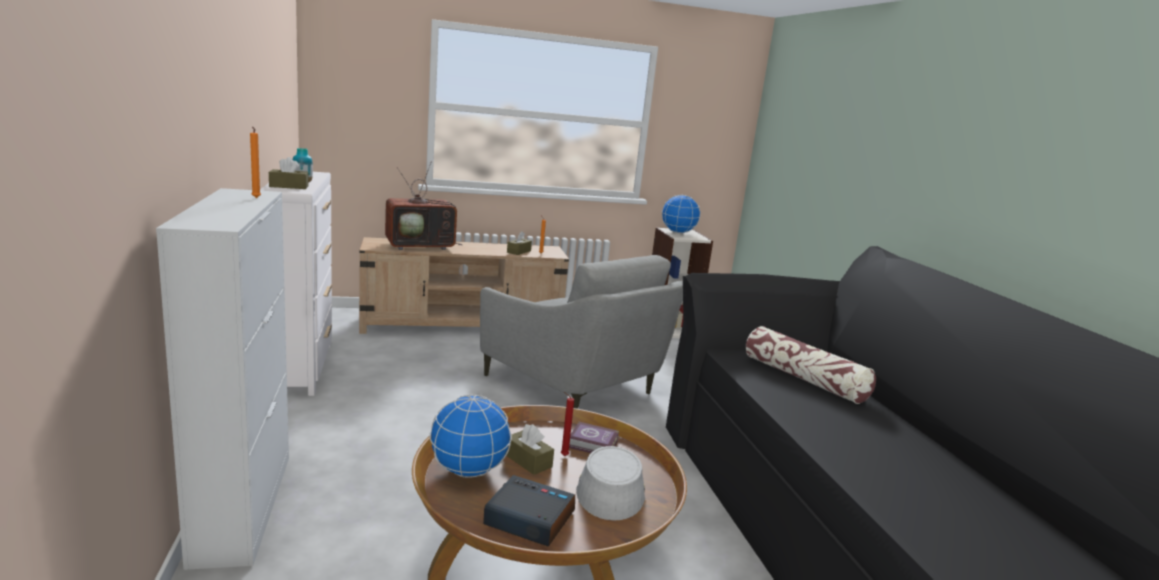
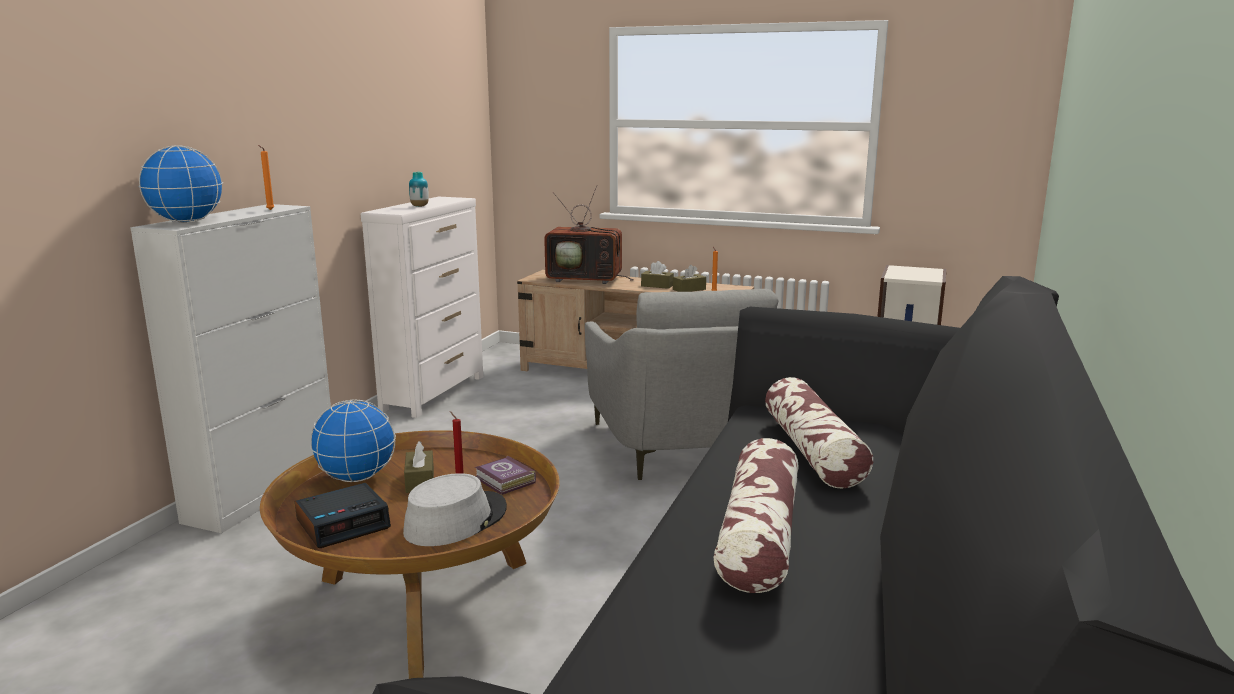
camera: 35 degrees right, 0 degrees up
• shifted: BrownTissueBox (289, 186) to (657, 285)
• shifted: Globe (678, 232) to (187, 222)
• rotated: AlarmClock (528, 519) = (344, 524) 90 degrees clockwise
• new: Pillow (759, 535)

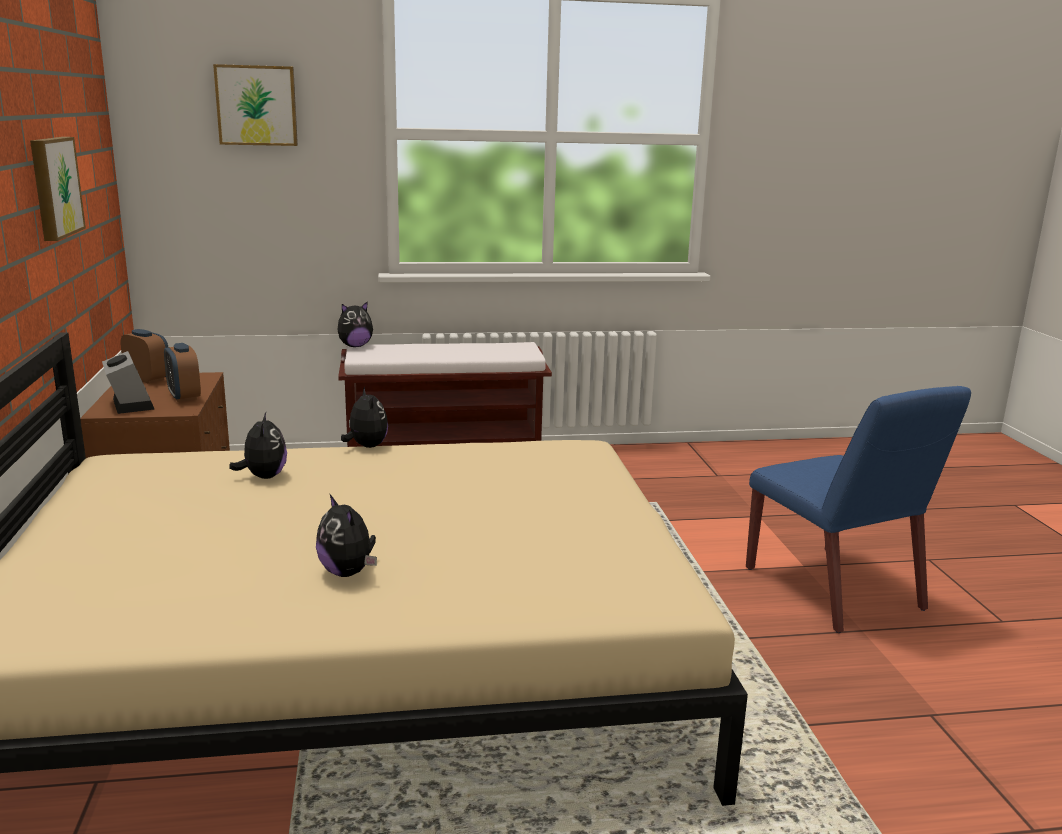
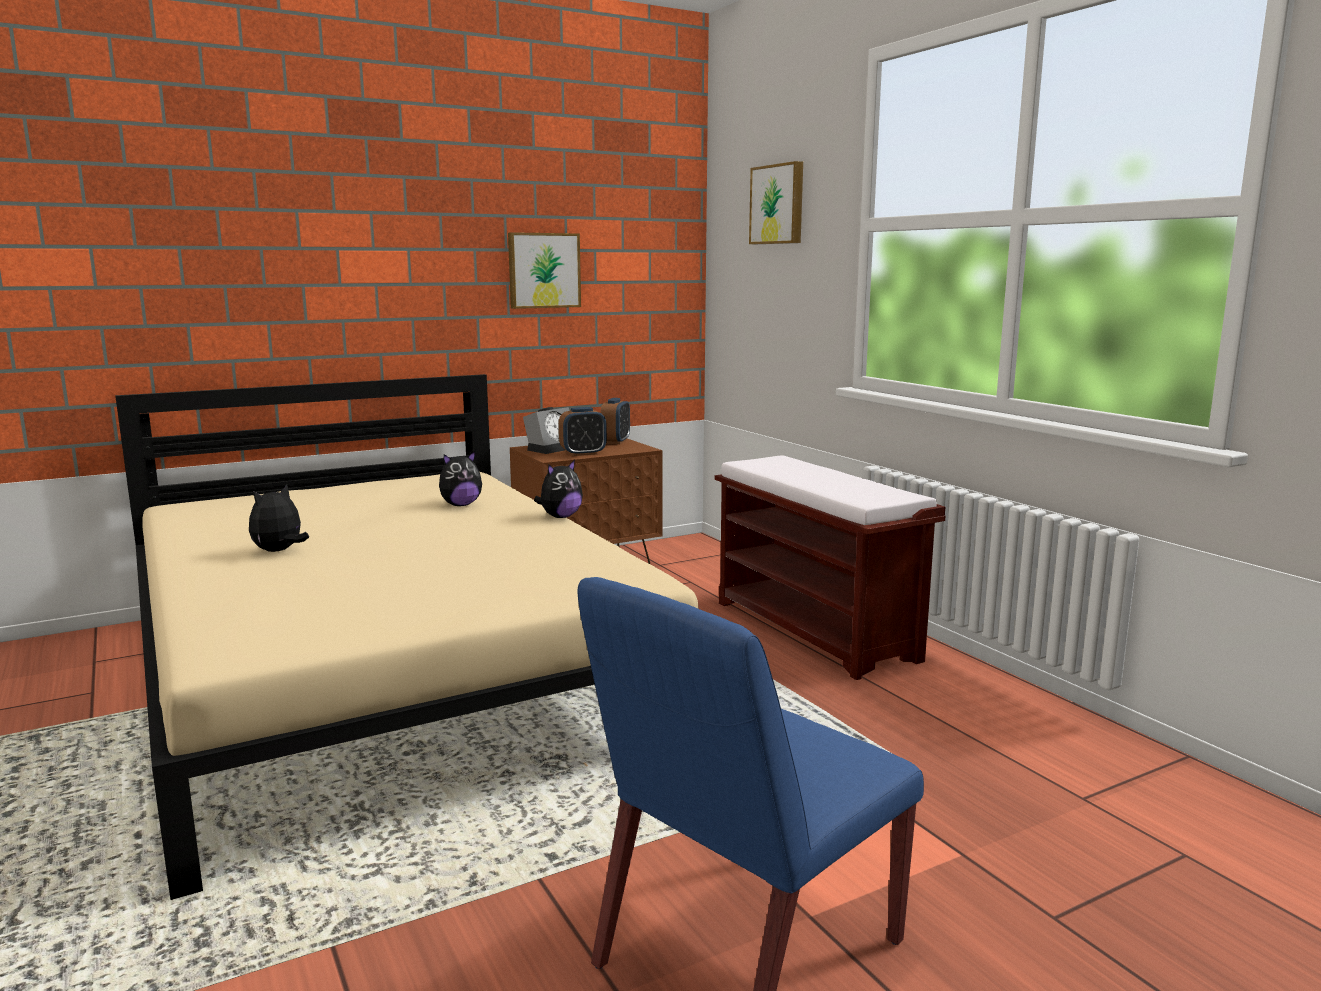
camera: 70 degrees right, 5 degrees down
• gone: PlushToy (355, 346)
• rotated: AlarmClock (184, 397) = (583, 453) 150 degrees counterclockwise

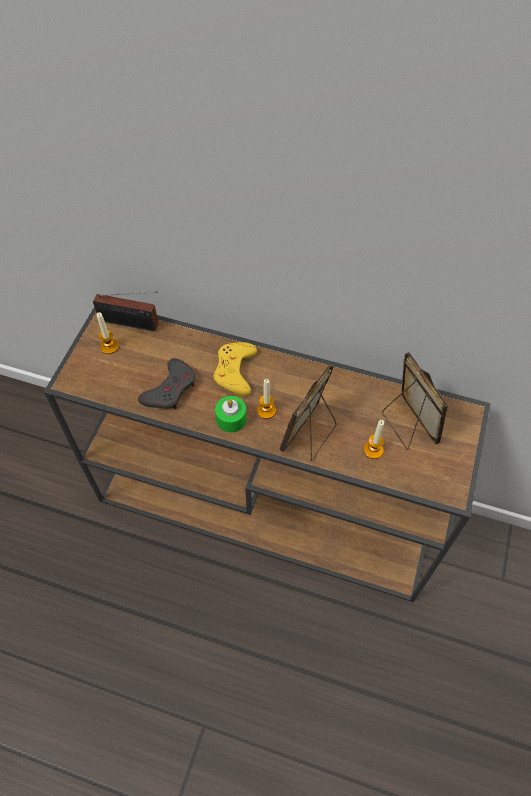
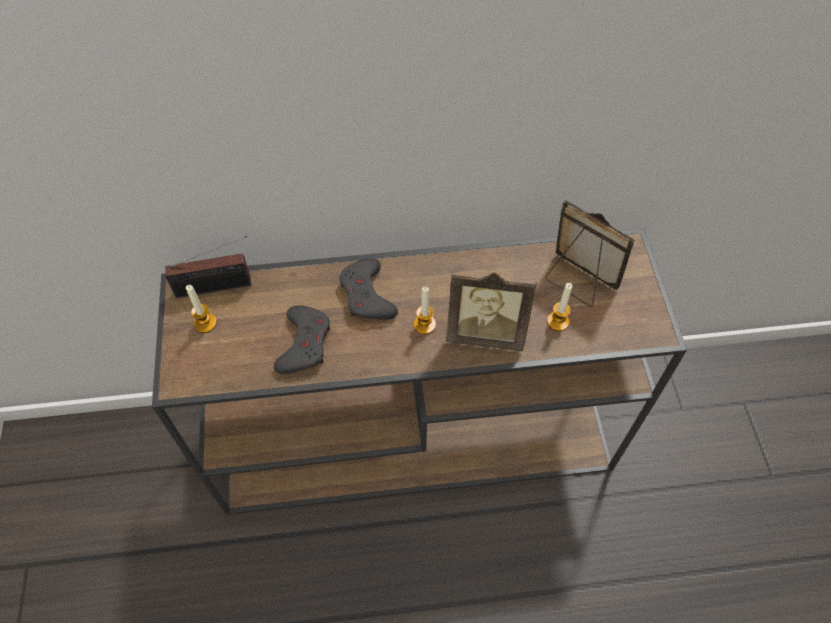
camera: 25 degrees left, 0 degrees up
• repainted: YellowGameController (235, 371) to GreyGameController (367, 295)
• rotated: PictureFrame (310, 435) = (485, 332) 90 degrees counterclockwise
• gone: GreenCandle (231, 419)

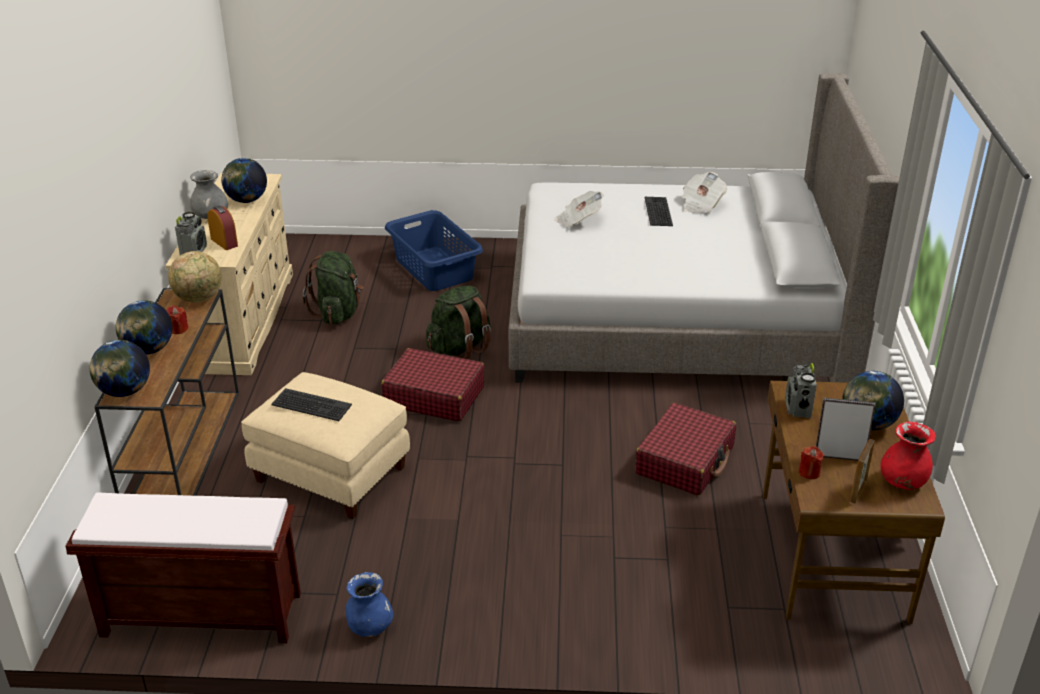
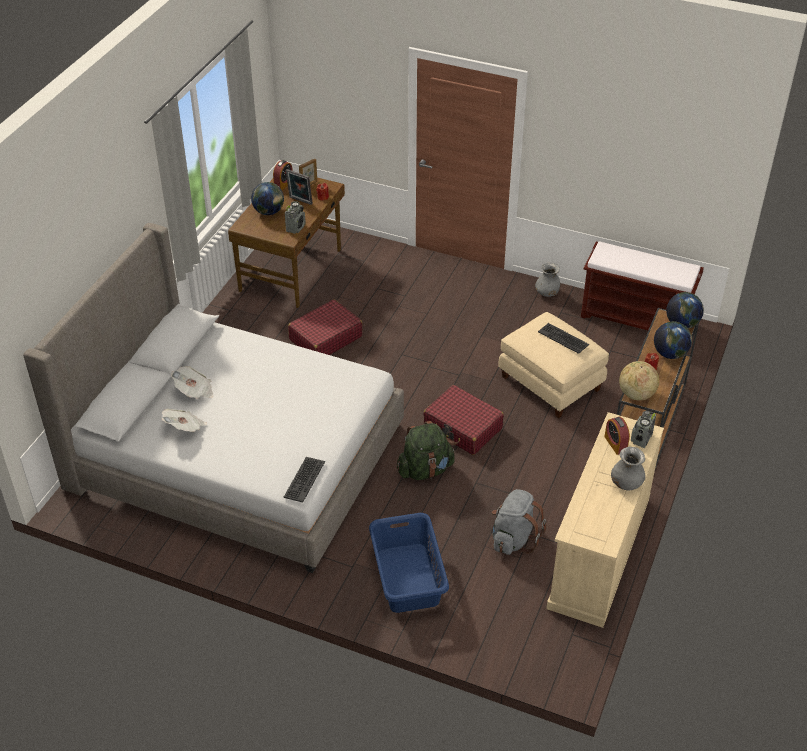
camera: 160 degrees left, 10 degrees up
• gone: Globe (247, 200)
• shifted: Newspaper (578, 220) to (194, 391)
• shifted: Keyboard (658, 212) to (304, 479)
• repainted: GreenBackpack (338, 313) to GreyBackpack (513, 539)
• swapped: RedVase (902, 482) to AlarmClock (283, 184)
• repainted: BlueVase (369, 627) to GreyVase (547, 293)

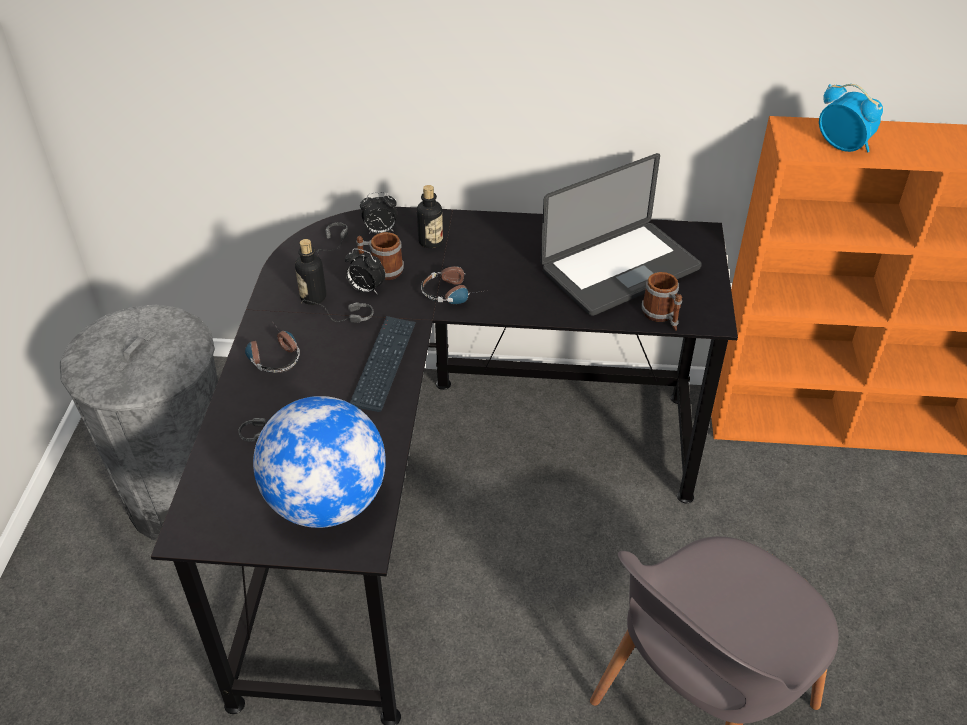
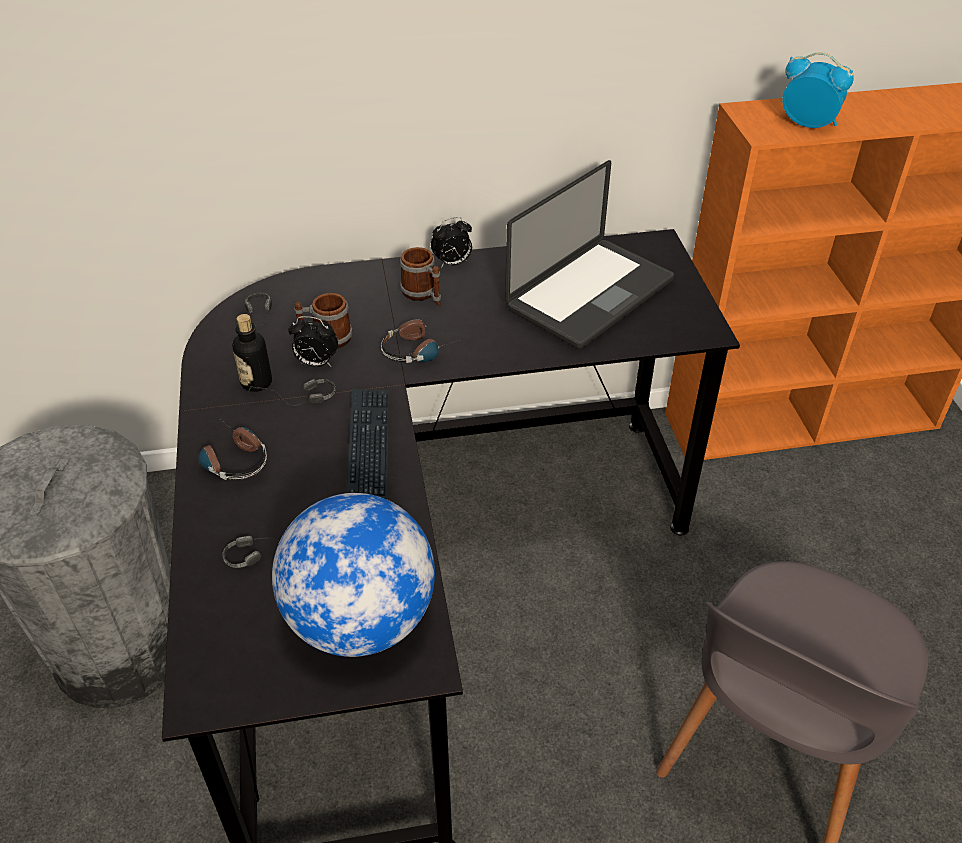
camera: 15 degrees left, 0 degrees up
• gone: Bottle (430, 241)
• shifted: AlarmClock (380, 232) to (452, 263)
• shifted: Mug (662, 316) to (423, 295)

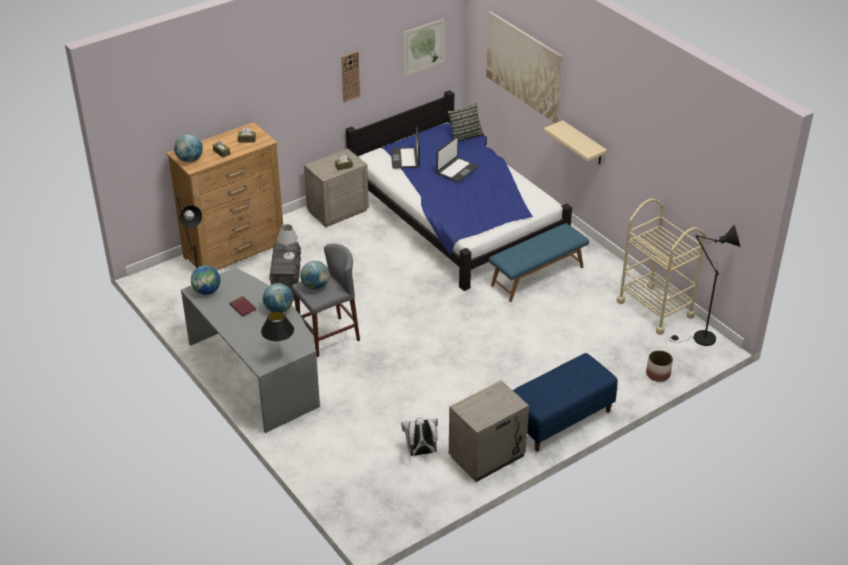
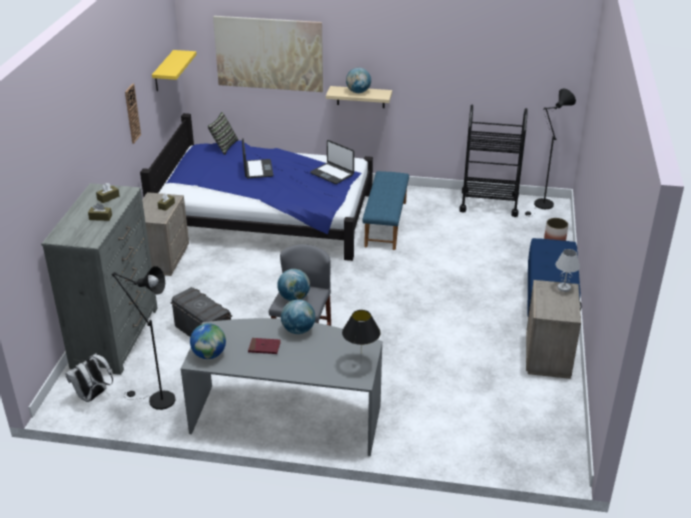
camera: 45 degrees left, 5 degrees down
• swapped: Picture (424, 47) to YellowShelf (163, 71)
• repainted: BrownDresser (235, 252) to GreyDresser (116, 337)
• shifted: Laptop (405, 158) to (332, 174)
• shifted: Globe (190, 160) to (358, 92)
• repainted: BeigeCart (655, 309) to BlackCart (489, 203)
• shifted: WhiteTableLamp (289, 256) to (563, 288)
• shifted: WhiteBackpack (421, 452) to (93, 396)

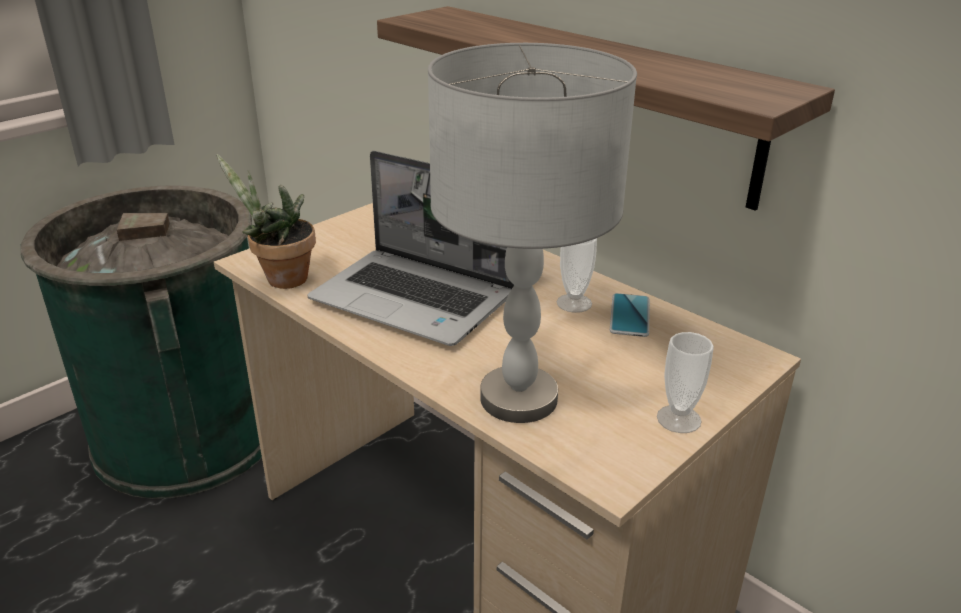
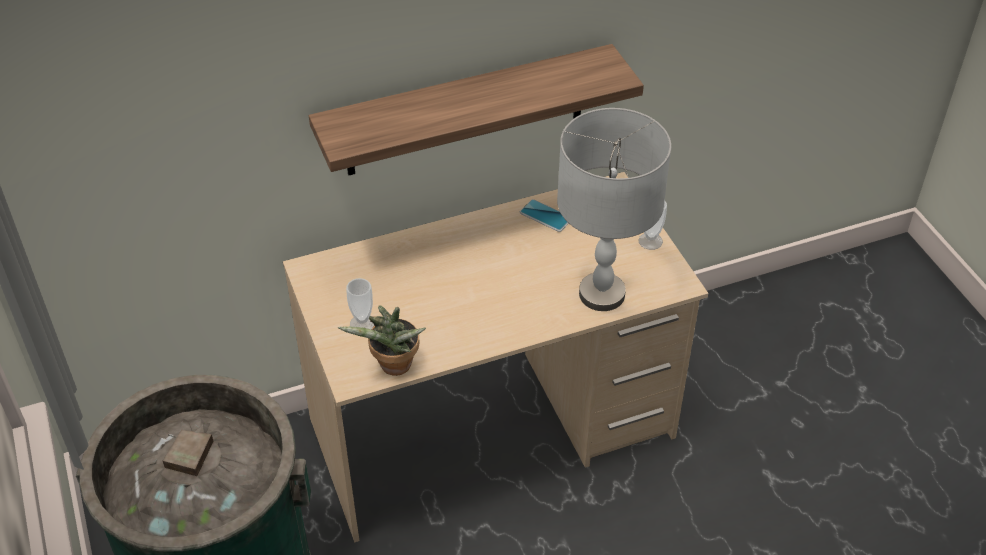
camera: 65 degrees left, 15 degrees up
• gone: Laptop (416, 299)
• shifted: Cup (574, 303) to (362, 324)

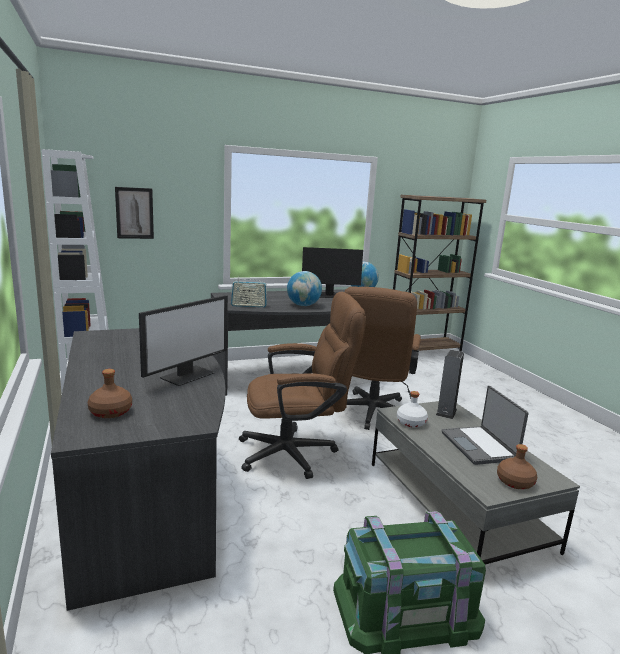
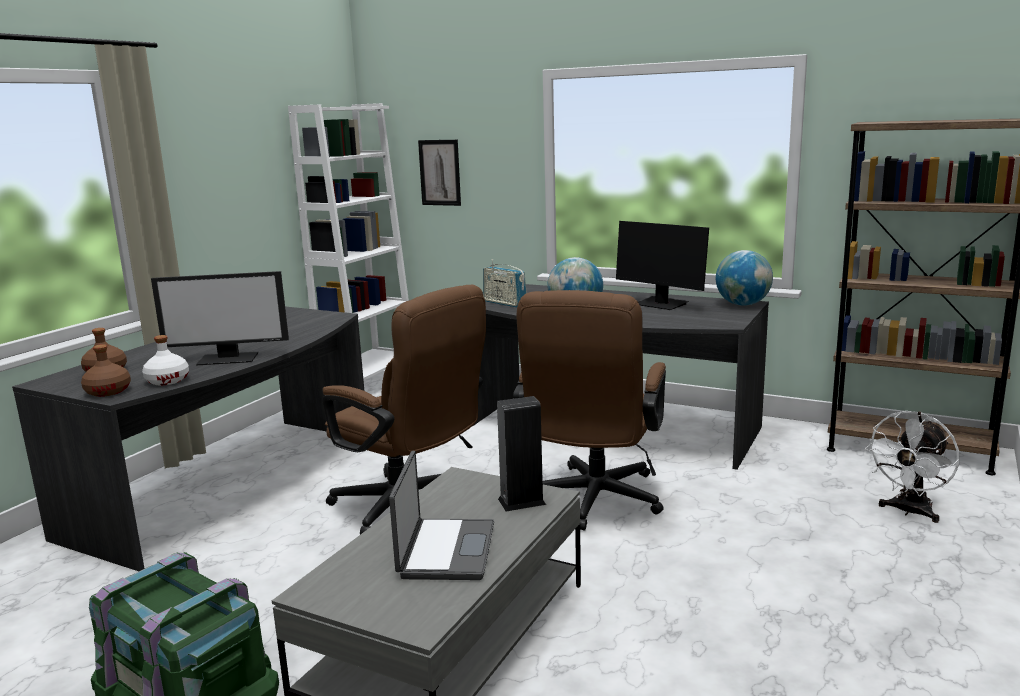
camera: 50 degrees right, 0 degrees up
• rotated: BrownOfficeChair (370, 414) = (593, 503) 45 degrees counterclockwise
• rotated: Laptop (479, 446) = (445, 550) 150 degrees clockwise
• shifted: WhiteBottle (410, 422) to (167, 380)
• shifted: BrownBottle (514, 482) to (108, 391)
• new: WhiteFan (909, 512)

